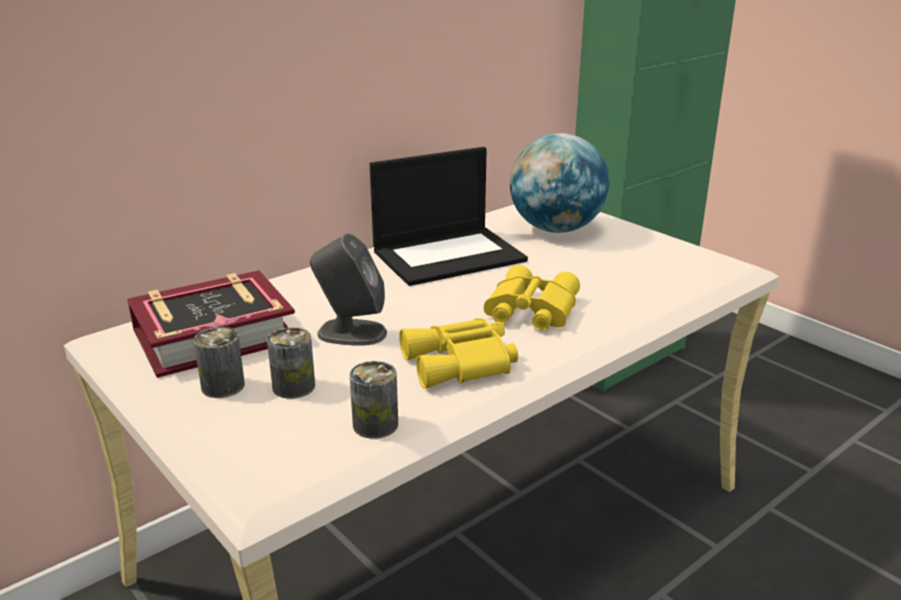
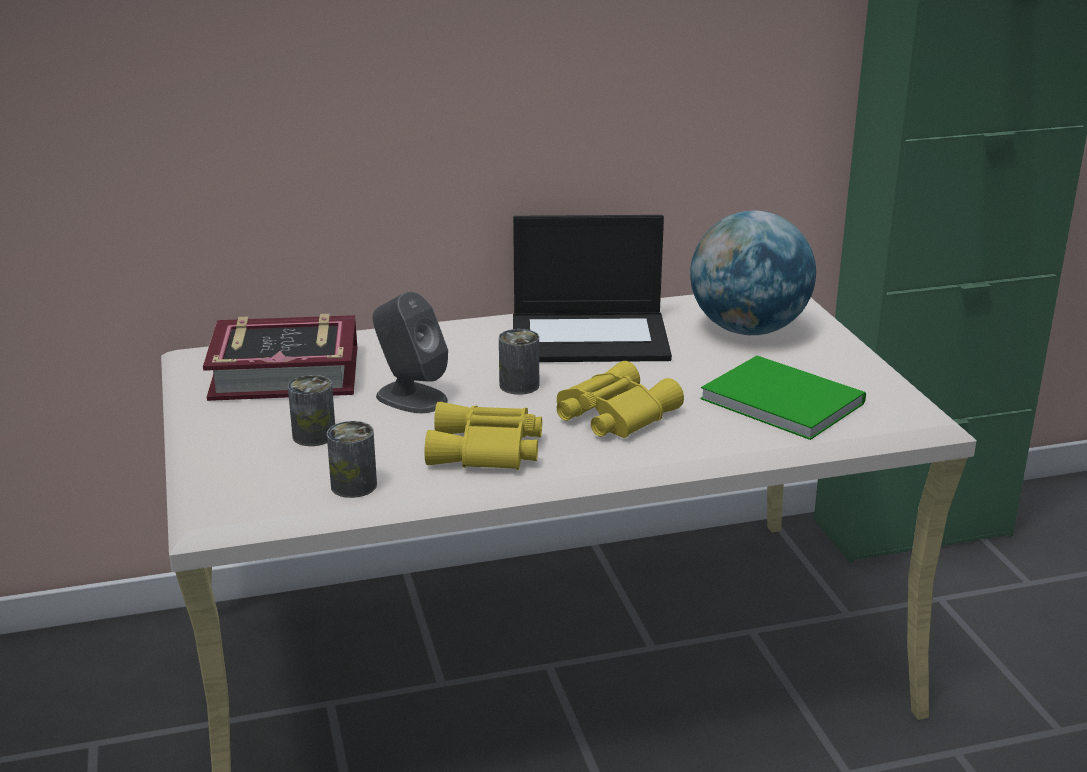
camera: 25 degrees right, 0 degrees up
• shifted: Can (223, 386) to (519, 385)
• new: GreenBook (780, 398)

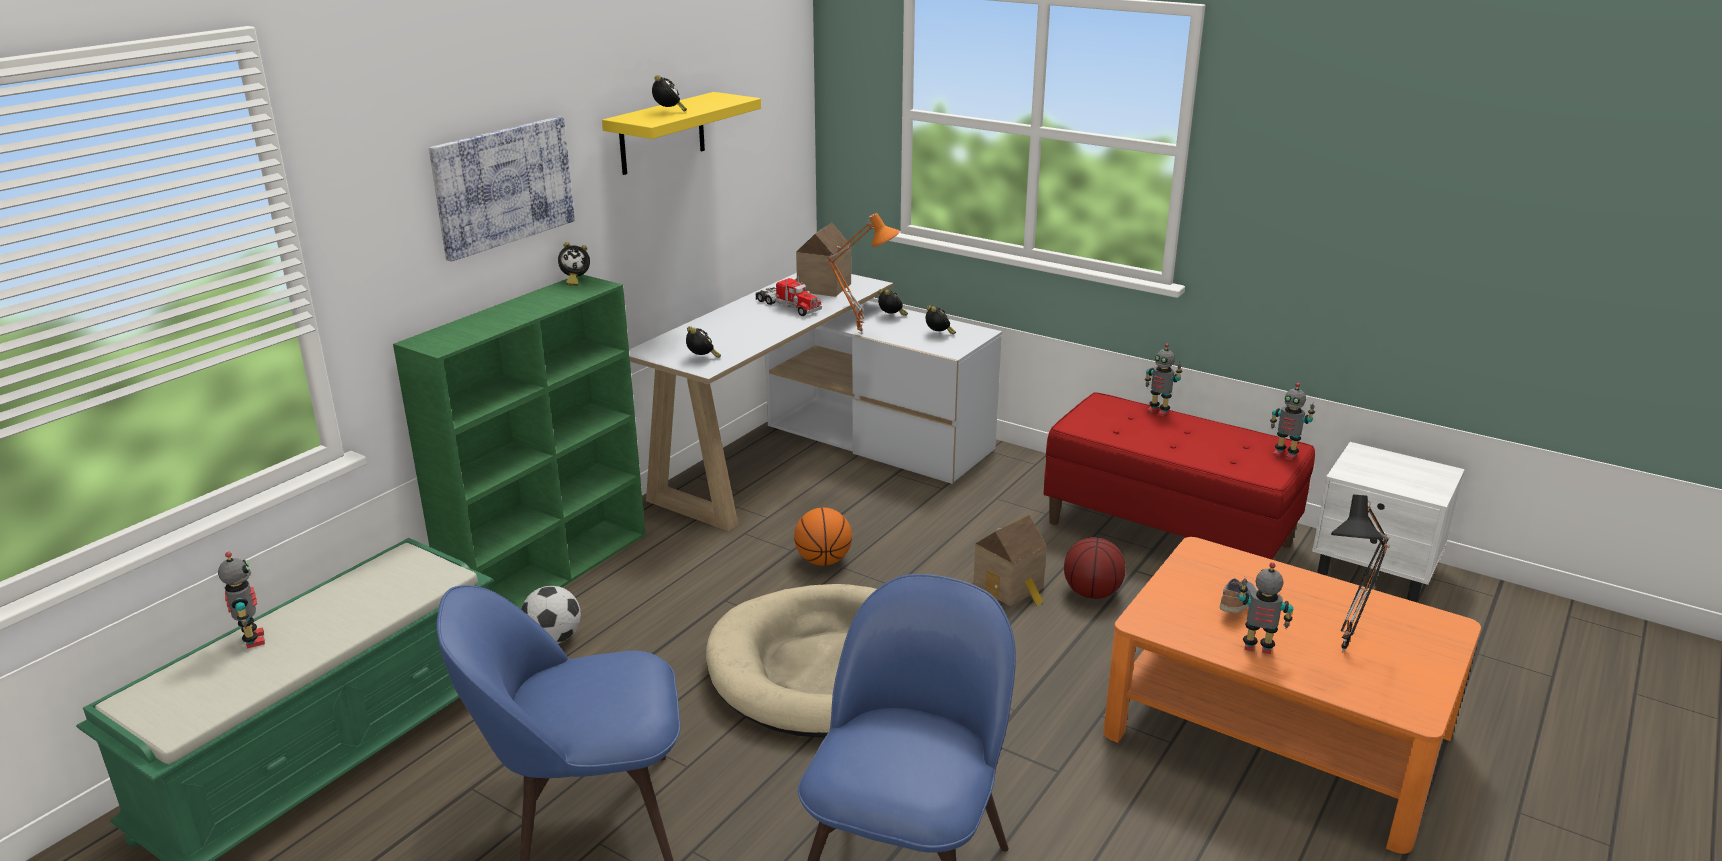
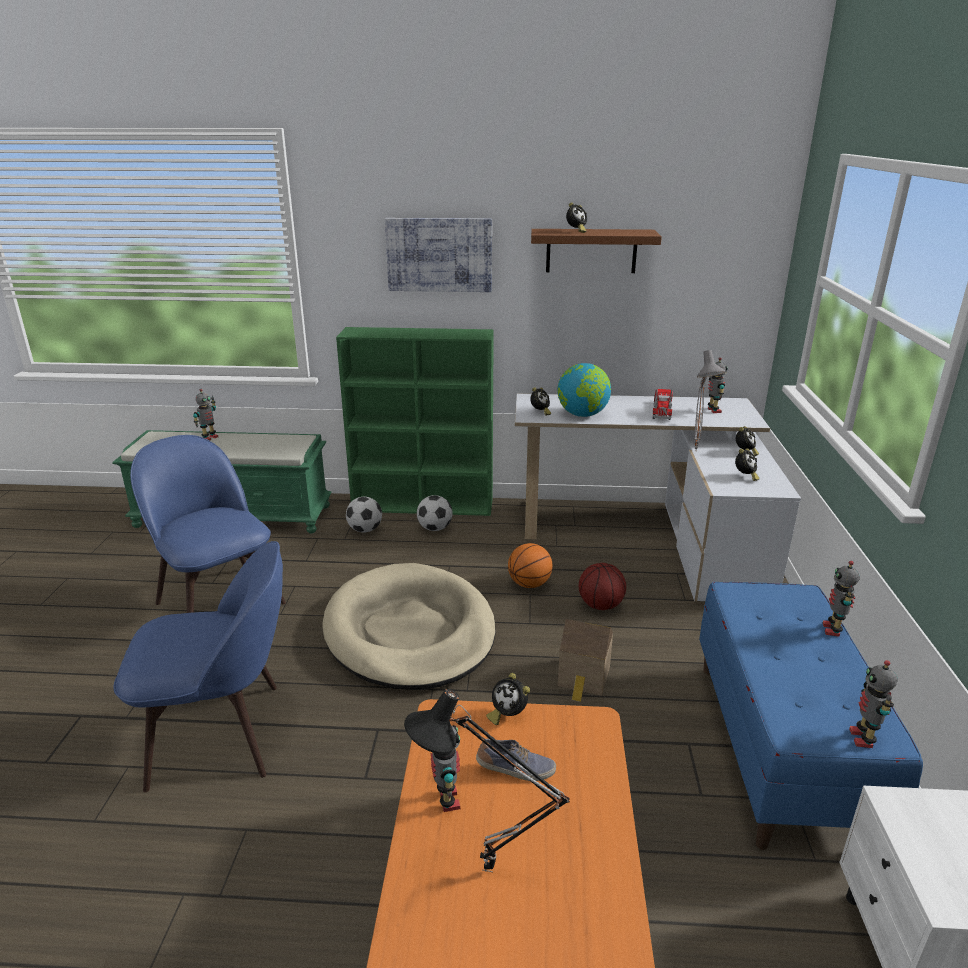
camera: 60 degrees right, 0 degrees up
• repainted: YellowShelf (662, 133) to BrownShelf (591, 251)
• repainted: OrangeTableLamp (862, 333) to GreyTableLamp (698, 451)
• swapped: ToyHouse (821, 287) to ToyRobot (713, 410)
• shifted: AlarmClock (574, 281) to (507, 715)
• repainted: RedBench (1168, 533) to BlueBench (779, 749)
• shifted: Basketball (1092, 593) to (601, 605)
• new: Globe (582, 415)
• new: Football (435, 528)

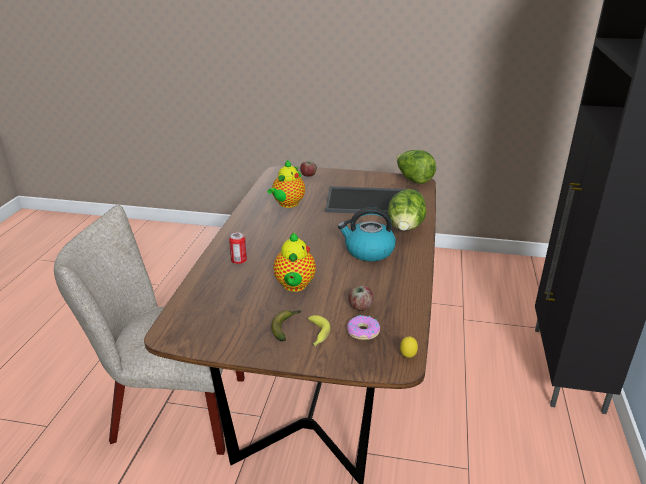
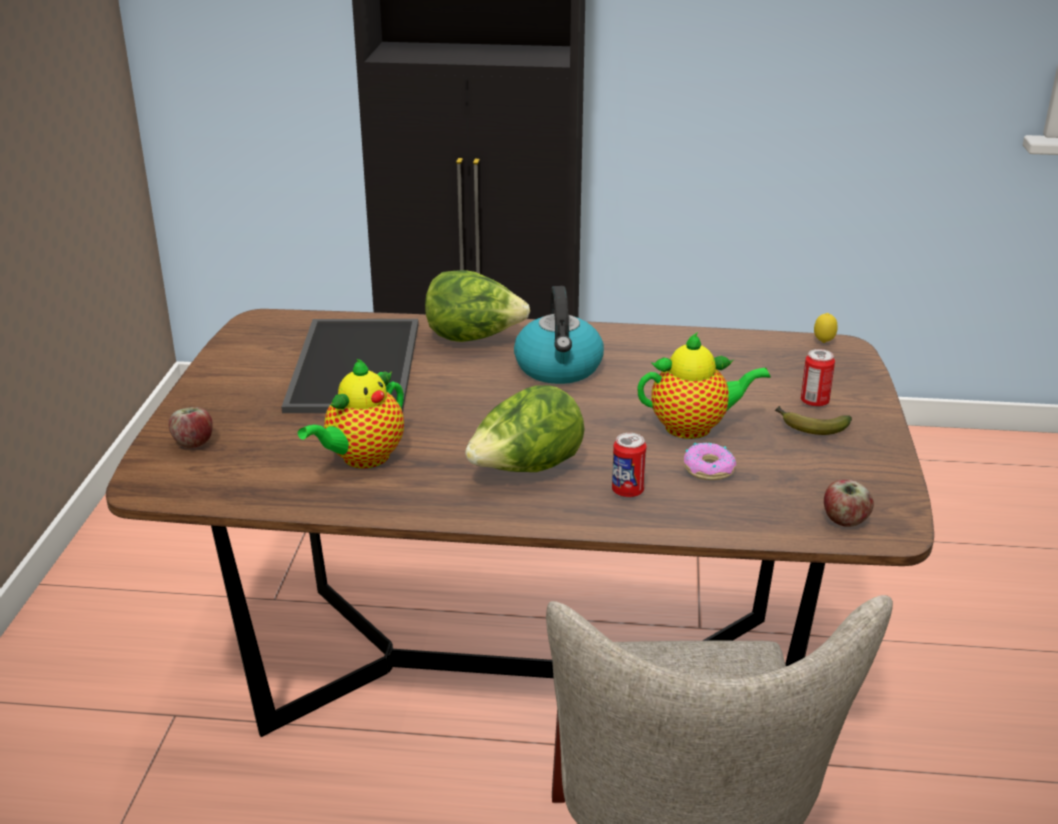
camera: 95 degrees left, 0 degrees up
• shifted: Lettuce (413, 180) to (526, 470)
• rotated: Teapot (287, 204) = (362, 458) 105 degrees clockwise
• shifted: Apple (360, 307) to (844, 521)
• swapped: Banana (317, 335) to Can (814, 402)
• shifted: Donut (363, 332) to (709, 469)

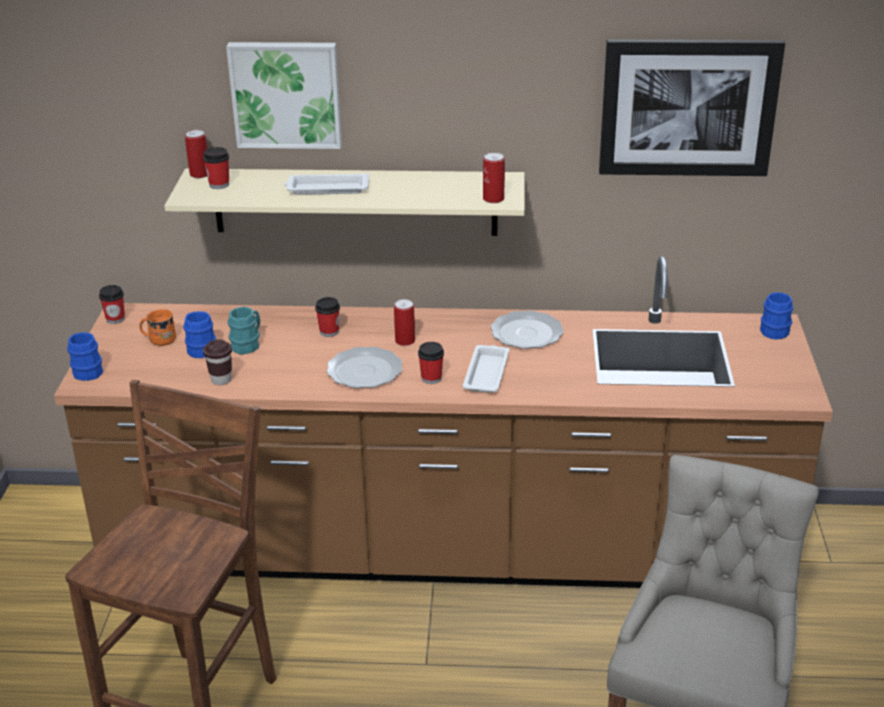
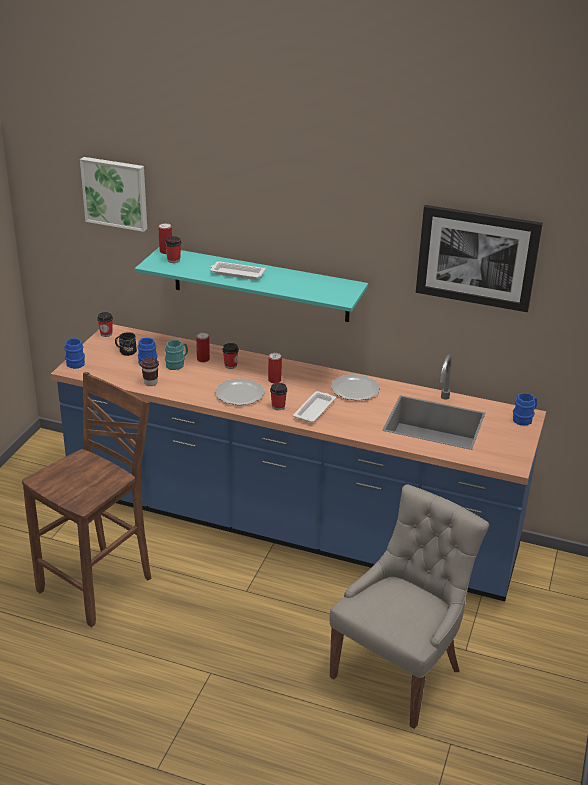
camera: 15 degrees right, 0 degrees up
• shifted: Picture (286, 94) to (115, 193)
• shifted: Can (493, 199) to (203, 359)
• repainted: BeigeShelf (355, 201) to TurquoiseShelf (260, 284)
• repainted: BrownCounter (445, 551) to BlueCounter (290, 525)
• repainted: OrangeMug (159, 339) to BlackMug (125, 351)

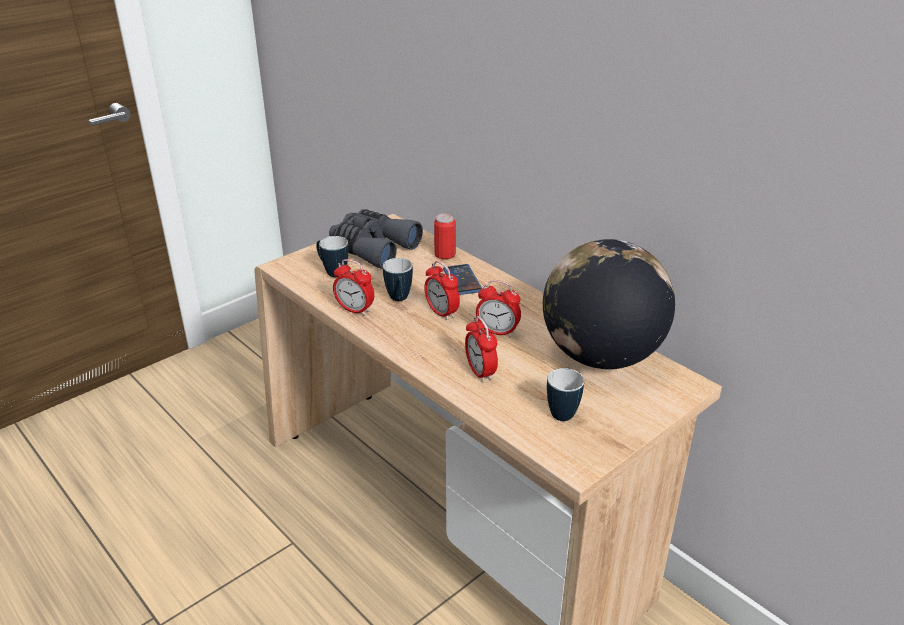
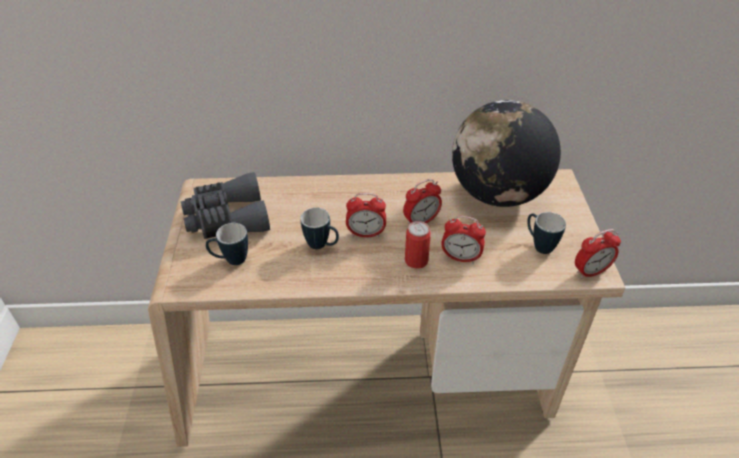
camera: 50 degrees left, 10 degrees up
• shifted: Can (445, 254) to (416, 261)
• shifted: AlarmClock (355, 310) to (590, 272)
• gone: Phone (462, 280)

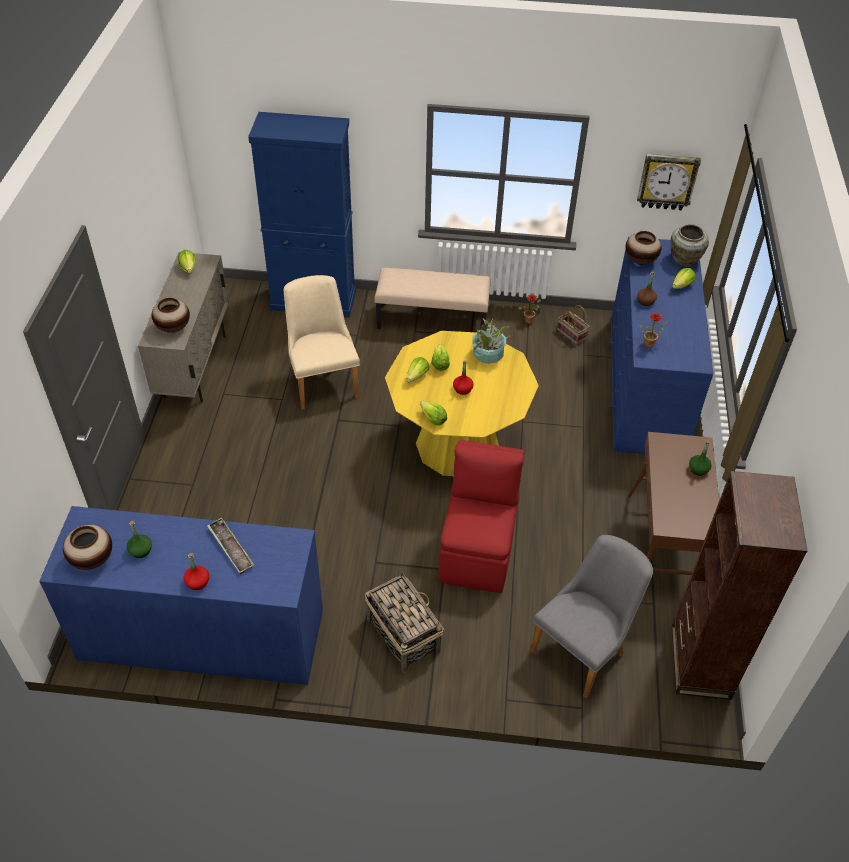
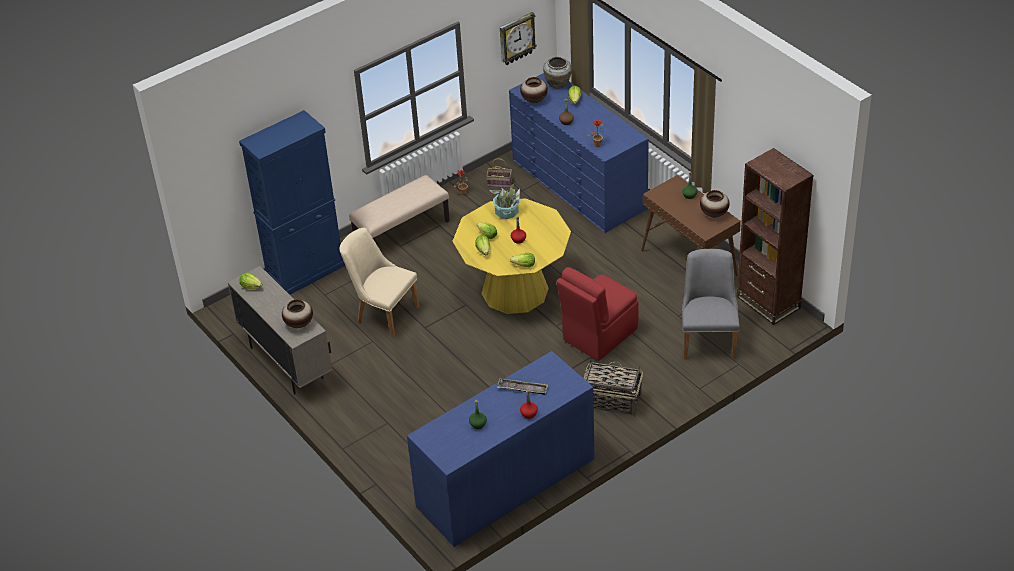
camera: 40 degrees left, 5 degrees down
• rotated: RedChair (477, 552) = (598, 335) 105 degrees counterclockwise
• shifted: Vase (93, 559) to (714, 214)

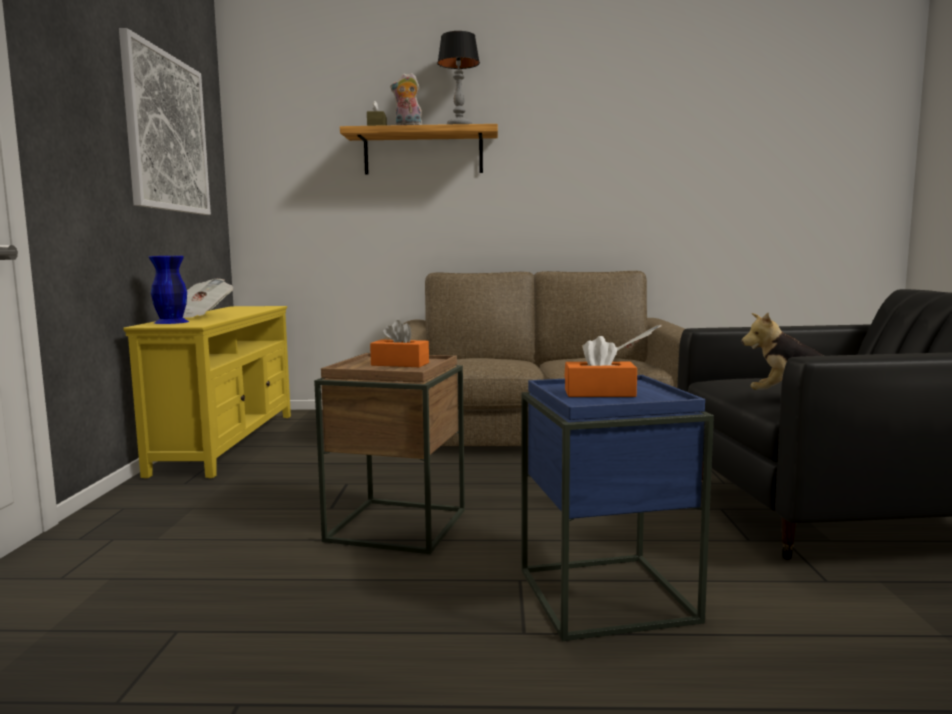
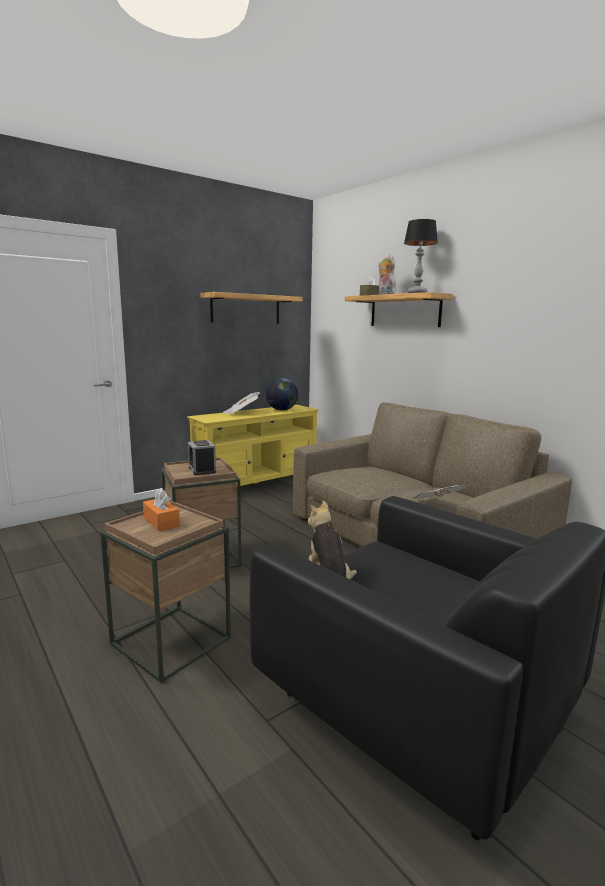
camera: 50 degrees right, 5 degrees up
• swapped: Picture (166, 133) to Shelf (246, 309)
• gone: BlueVase (170, 322)
• swapped: OrangeTissueBox (400, 364) to AlarmClock (202, 470)
• repainted: BlueSideTable (606, 595) to BrownSideTable (171, 641)
• new: Globe (282, 410)

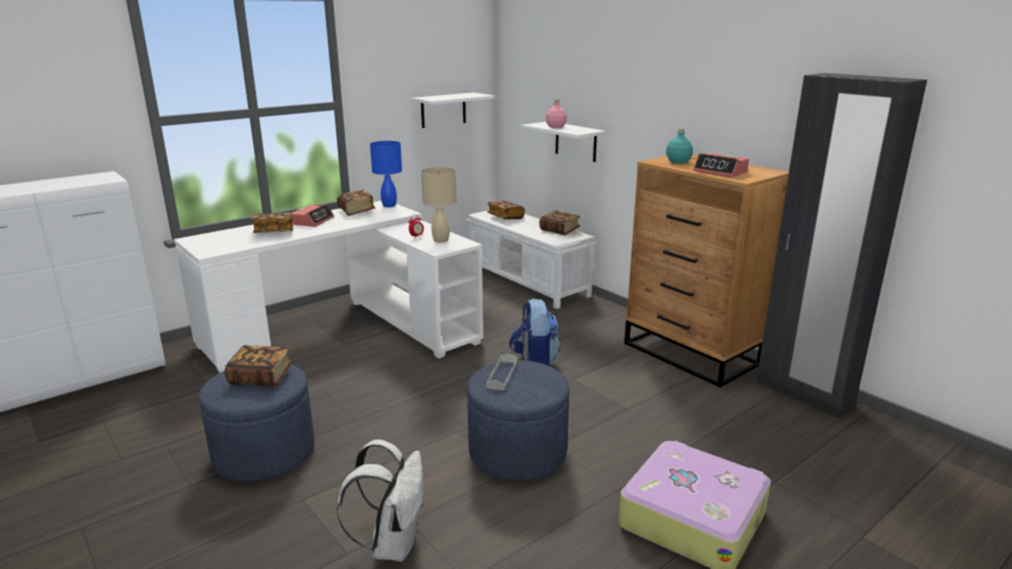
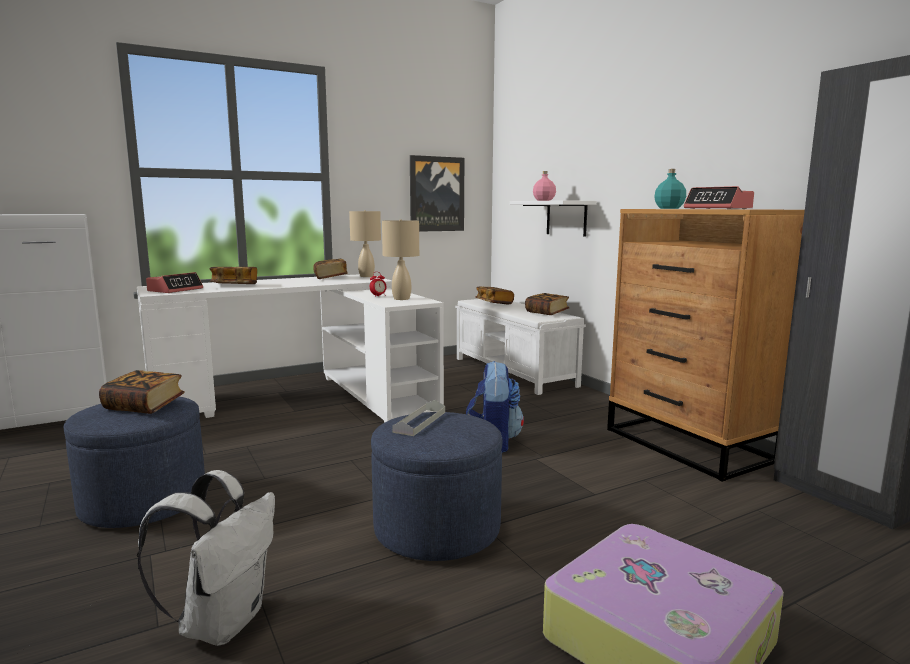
camera: 10 degrees right, 10 degrees down
• swapped: WhiteShelf (443, 110) to Picture (436, 194)
• repainted: BlueTableLamp (388, 205) to BeigeTableLamp (366, 276)
• shifted: AlarmClock (312, 221) to (175, 290)

